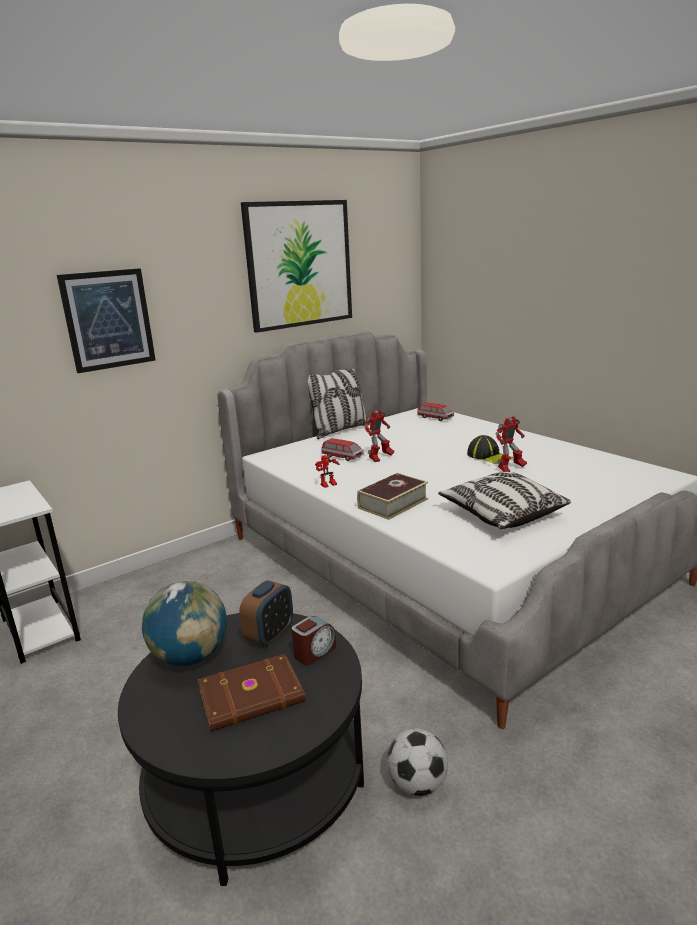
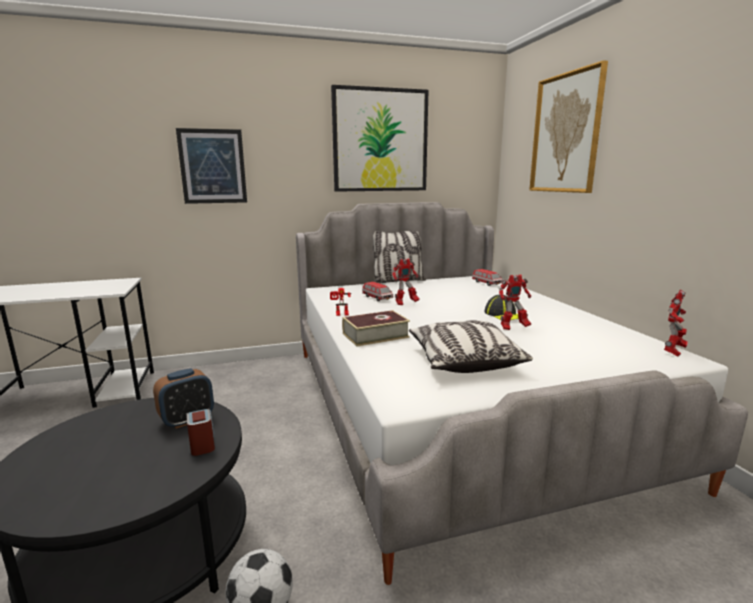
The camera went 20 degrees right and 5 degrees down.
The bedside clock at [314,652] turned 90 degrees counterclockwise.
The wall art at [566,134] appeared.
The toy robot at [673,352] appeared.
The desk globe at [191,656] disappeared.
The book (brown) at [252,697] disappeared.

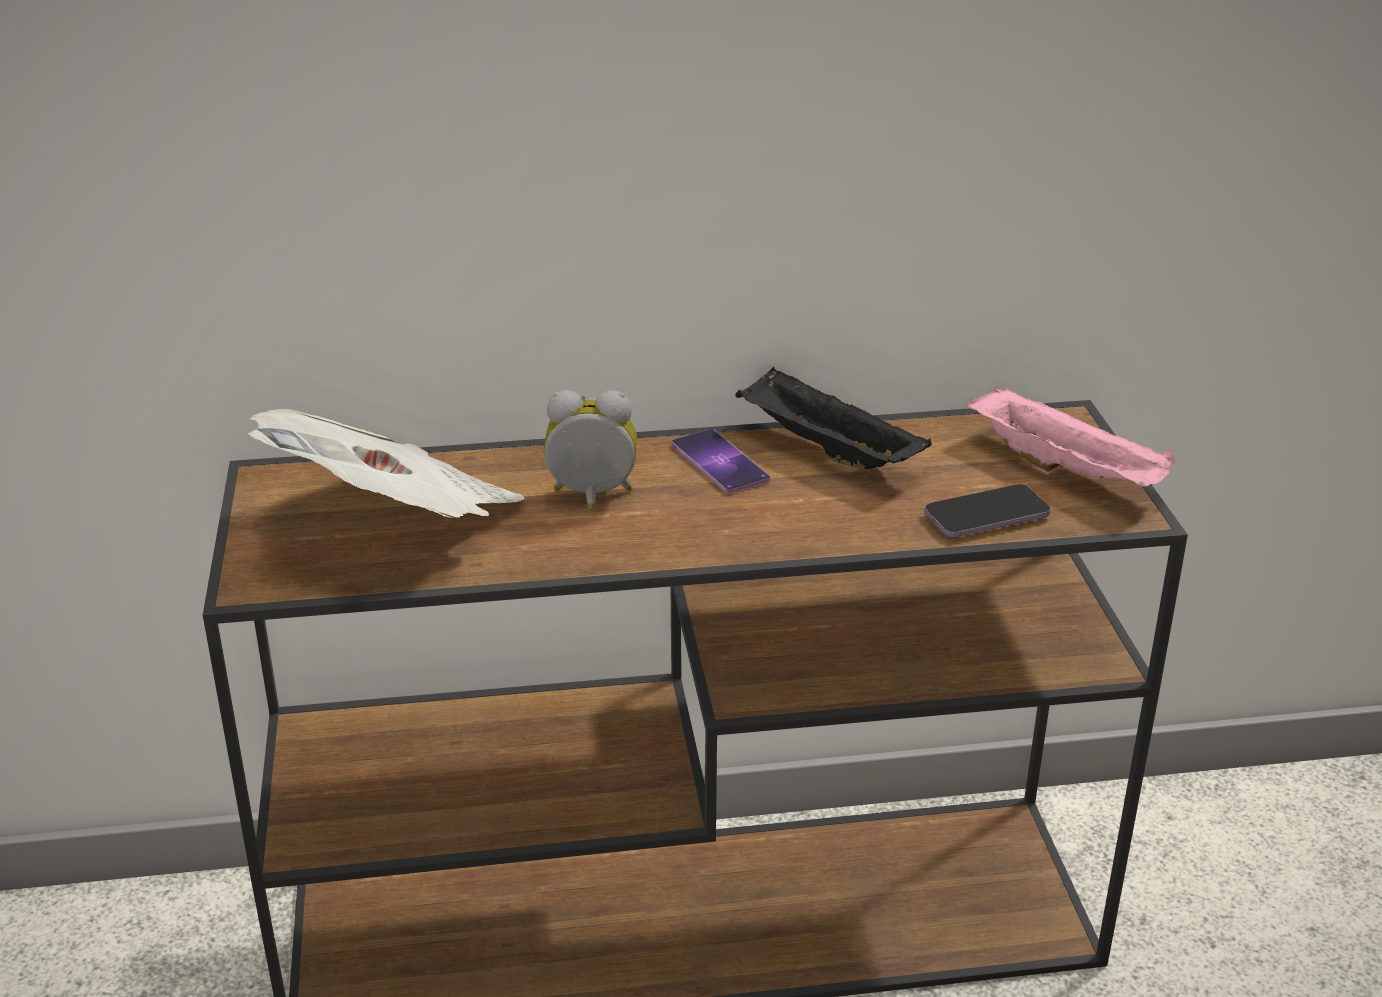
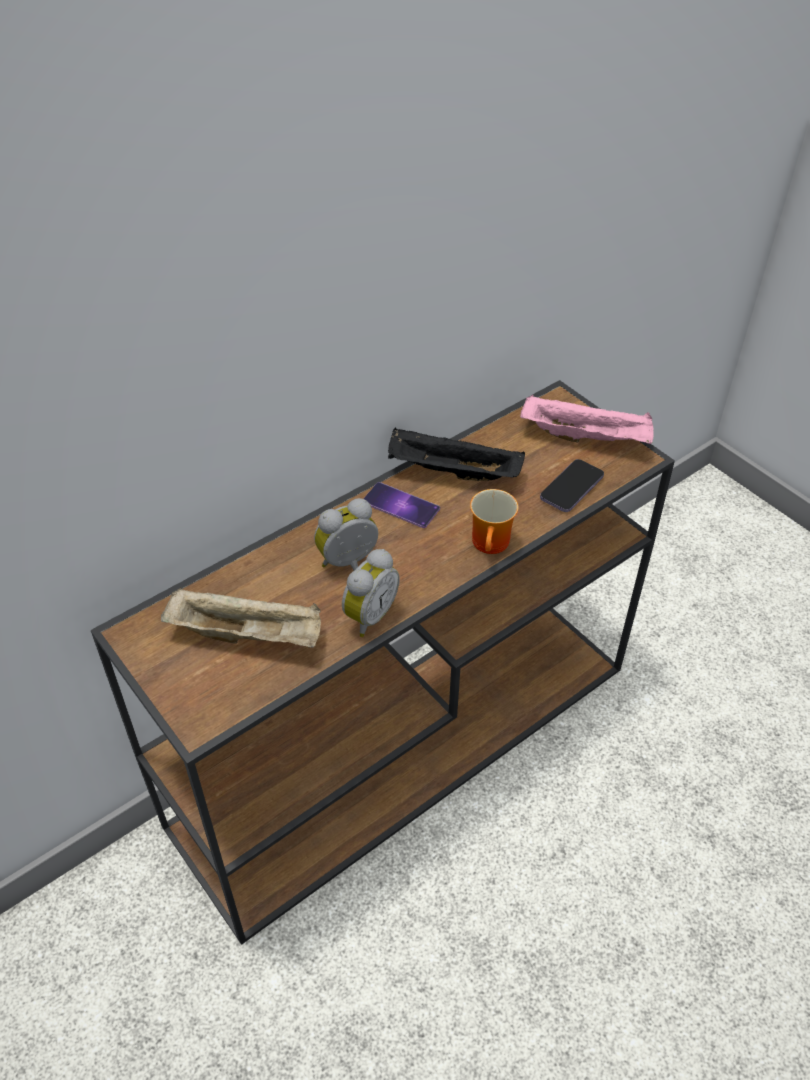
The camera went 30 degrees left and 15 degrees up.
The printed paper at [397,523] was replaced by the carrying tray (beige-coloured) at [248,635].
The bedside clock at [368,615] appeared.
The tea mug at [493,544] appeared.

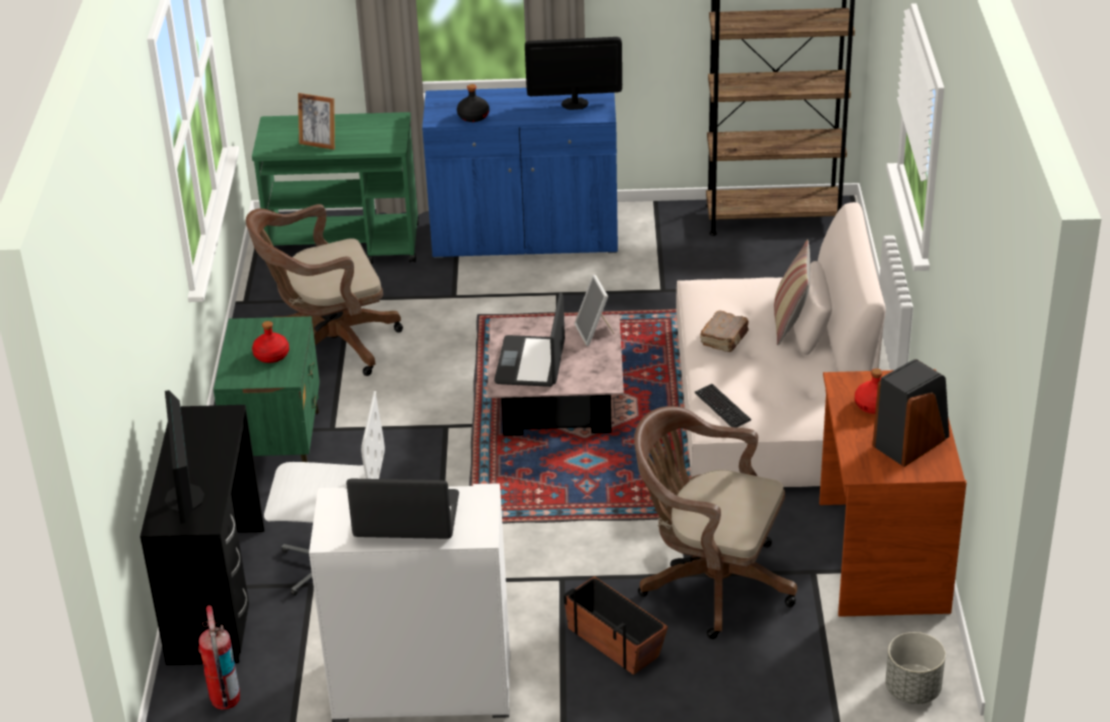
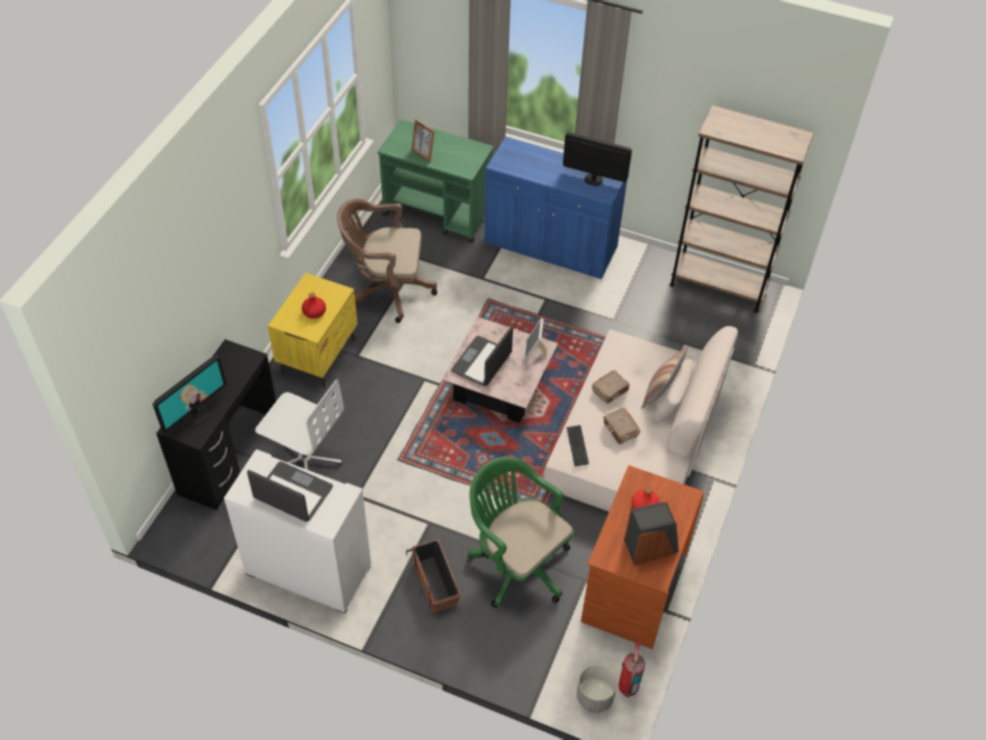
The camera went 20 degrees right and 15 degrees up.
The computer screen at [185,498] turned 150 degrees counterclockwise.
The bedside table (green) at [277,445] became the bedside table (yellowish) at [319,356].
The office chair (brown) at [709,582] became the office chair (green) at [516,562].
The book (brown) at [620,430] appeared.
The fire extinguisher moved from [224,699] to [627,687].
The drink bottle (blackish) at [473,116] disappeared.

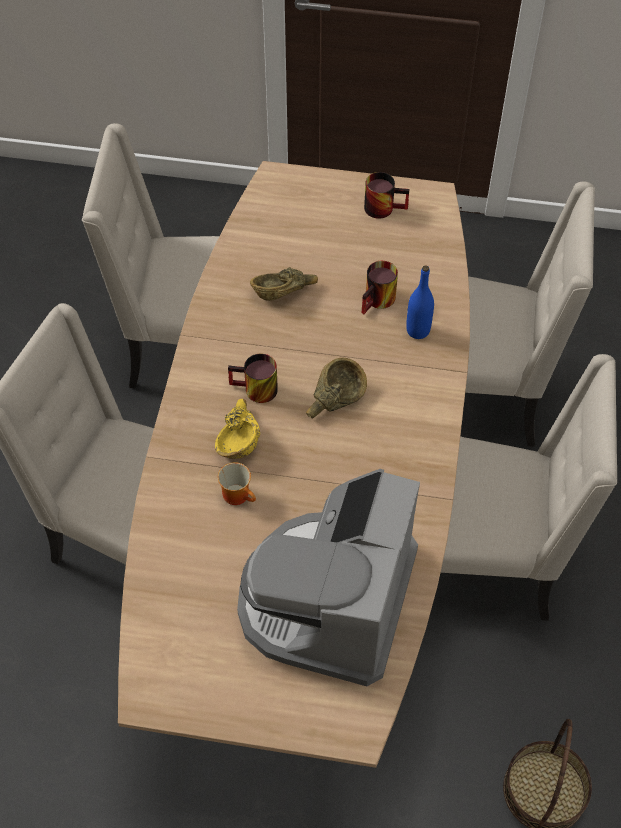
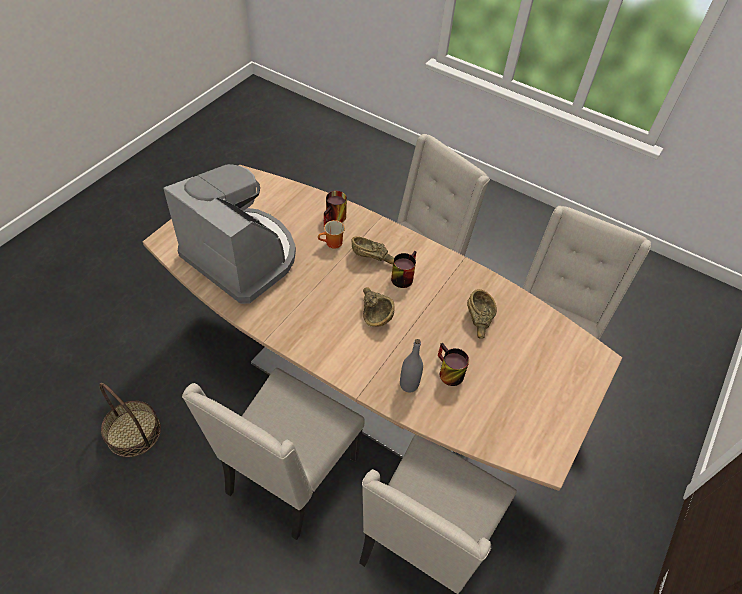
The camera went 110 degrees right and 5 degrees down.
The tea mug moved from [384,206] to [335,219].
The serving bowl (yellowish) at [237,436] became the serving bowl (brown) at [373,256].
The drink bottle (blue) at [418,330] became the drink bottle (grey) at [409,384].

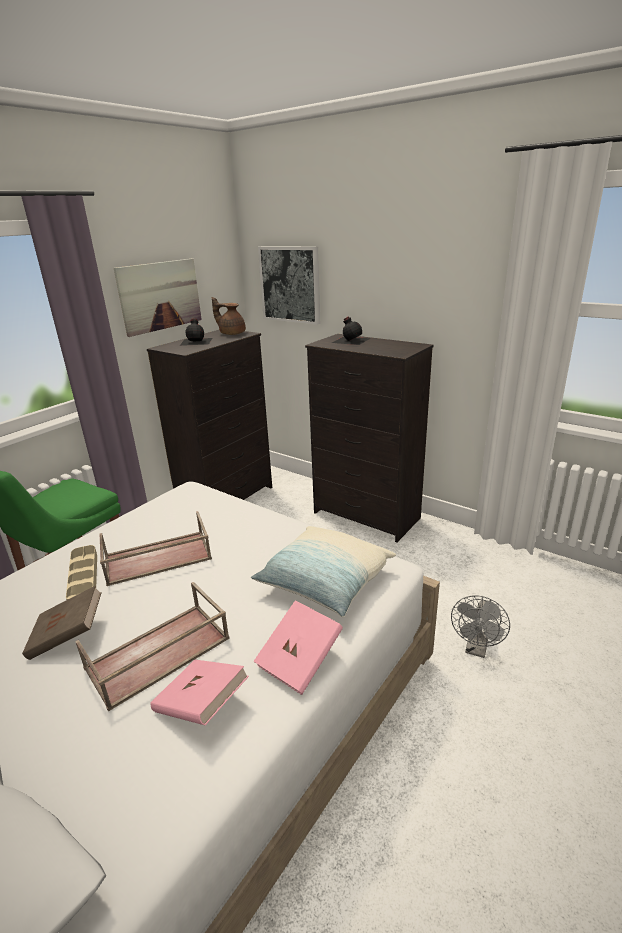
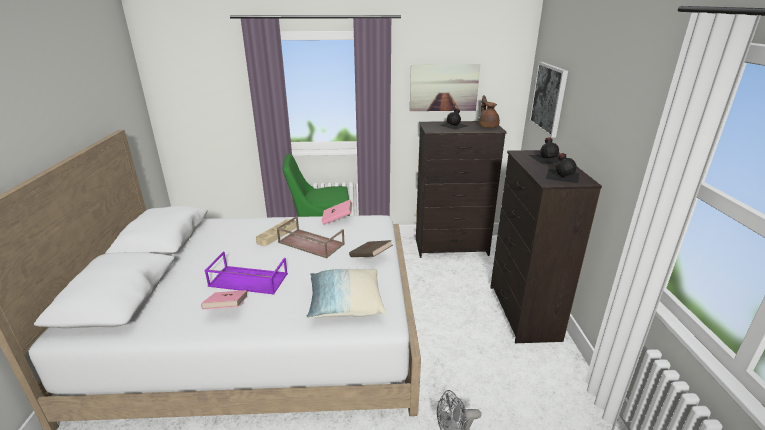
The camera went 50 degrees right and 0 degrees up.
The carrying tray (brown) at [157,654] became the carrying tray (purple) at [247,280].
The book (pink) moved from [300,660] to [337,219].
The book (brown) moved from [68,636] to [370,257].
The drink bottle (blackish) at [562,175] appeared.

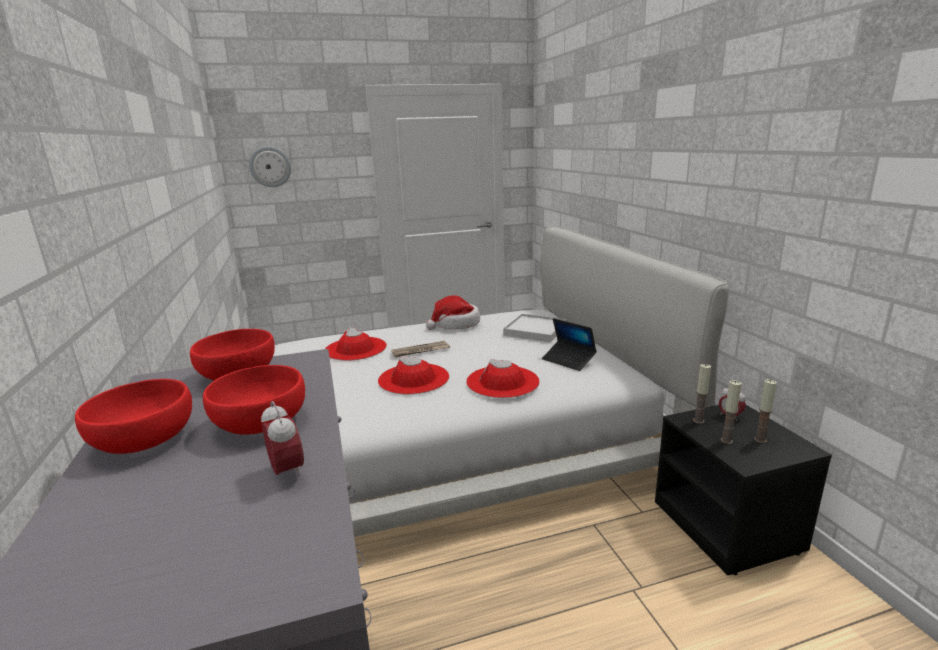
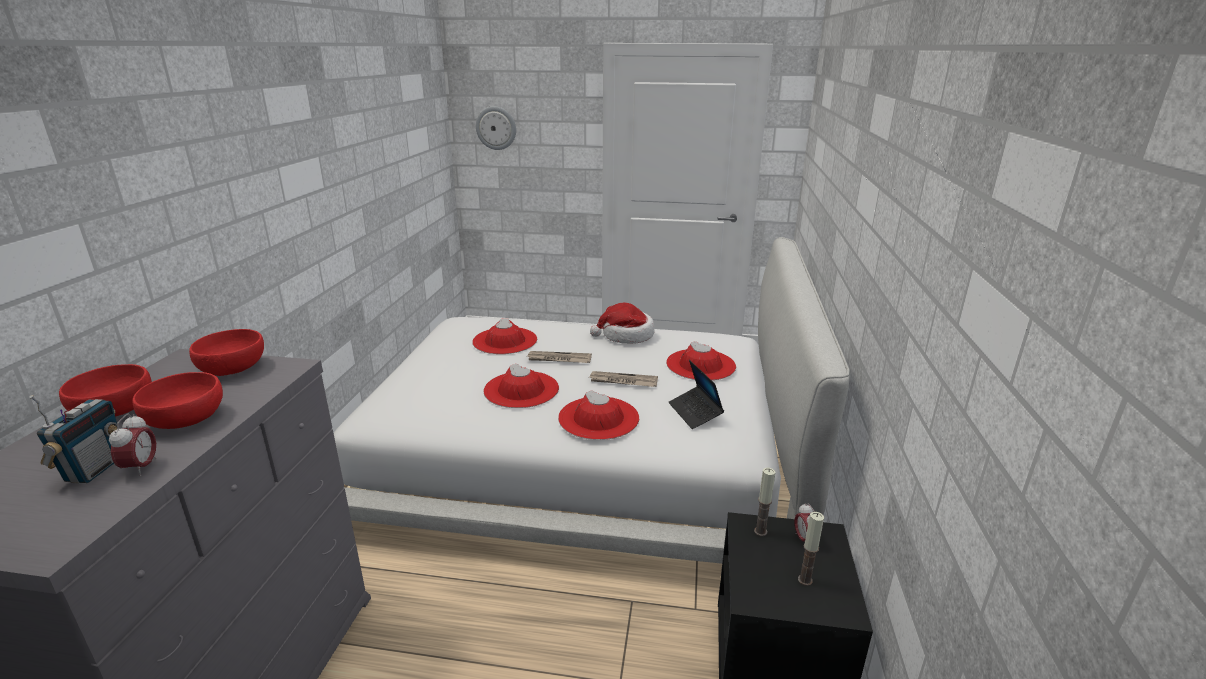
The camera went 25 degrees right and 5 degrees up.
The radio receiver at [95,469] appeared.
The printed paper at [623,381] appeared.
The carrying tray (white) at [535,330] was replaced by the wearable hat (red-coloured) at [700,365].
The wax light at [726,440] disappeared.

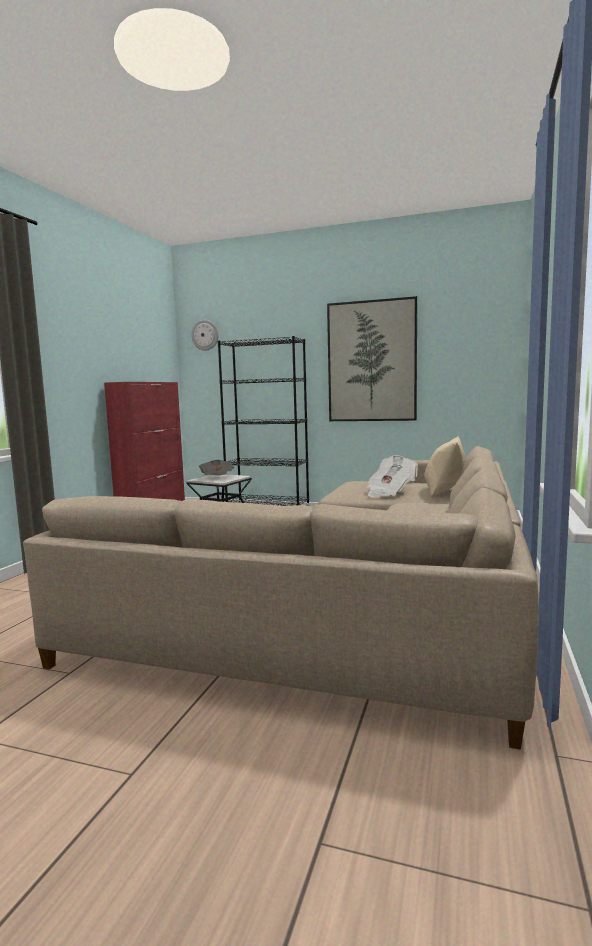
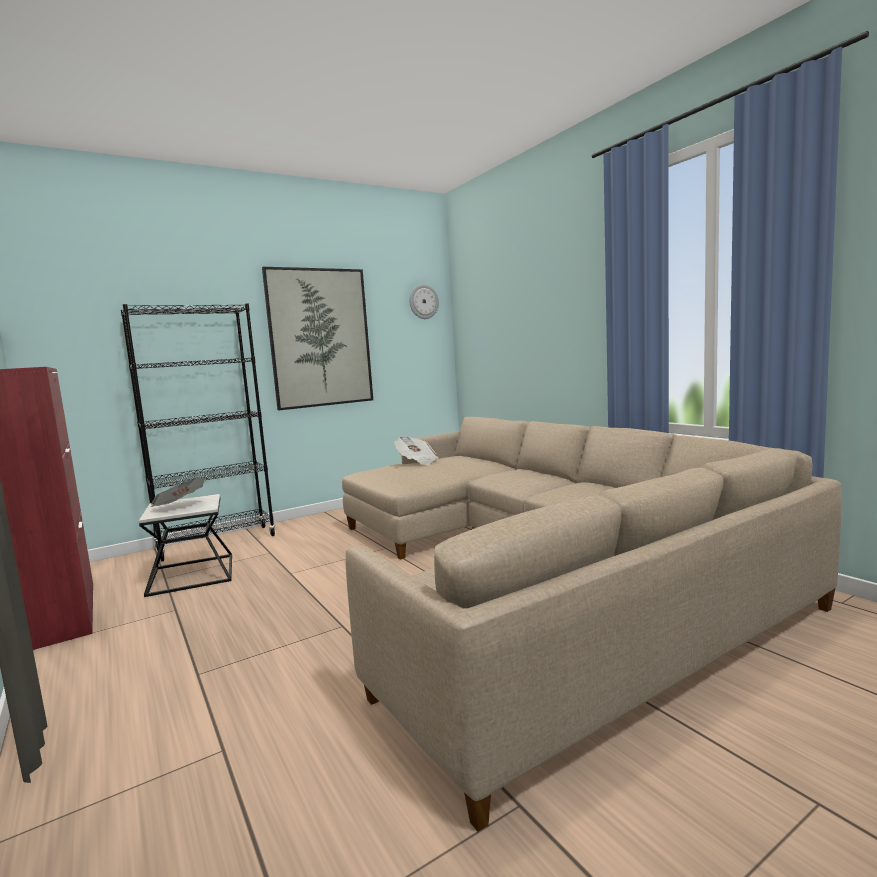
The camera went 50 degrees left and 0 degrees up.
The hanging clock moved from [205,335] to [423,301].
The printed paper at [386,493] disappeared.
The throw pillow (beige-coloured) at [444,491] disappeared.

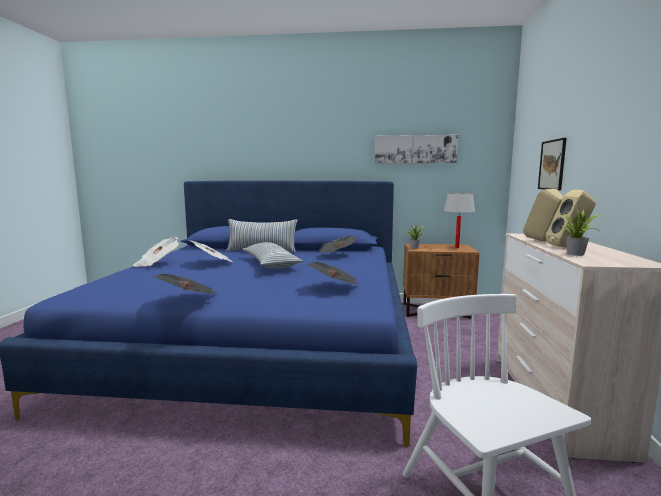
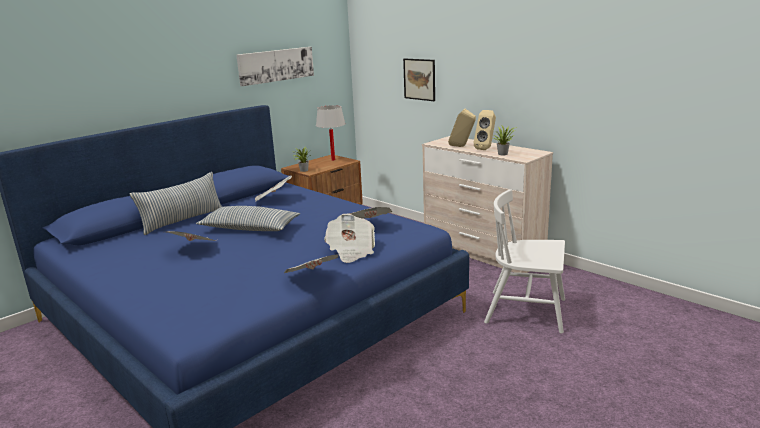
The camera went 50 degrees left and 10 degrees up.
The printed paper moved from [157,263] to [351,251].

